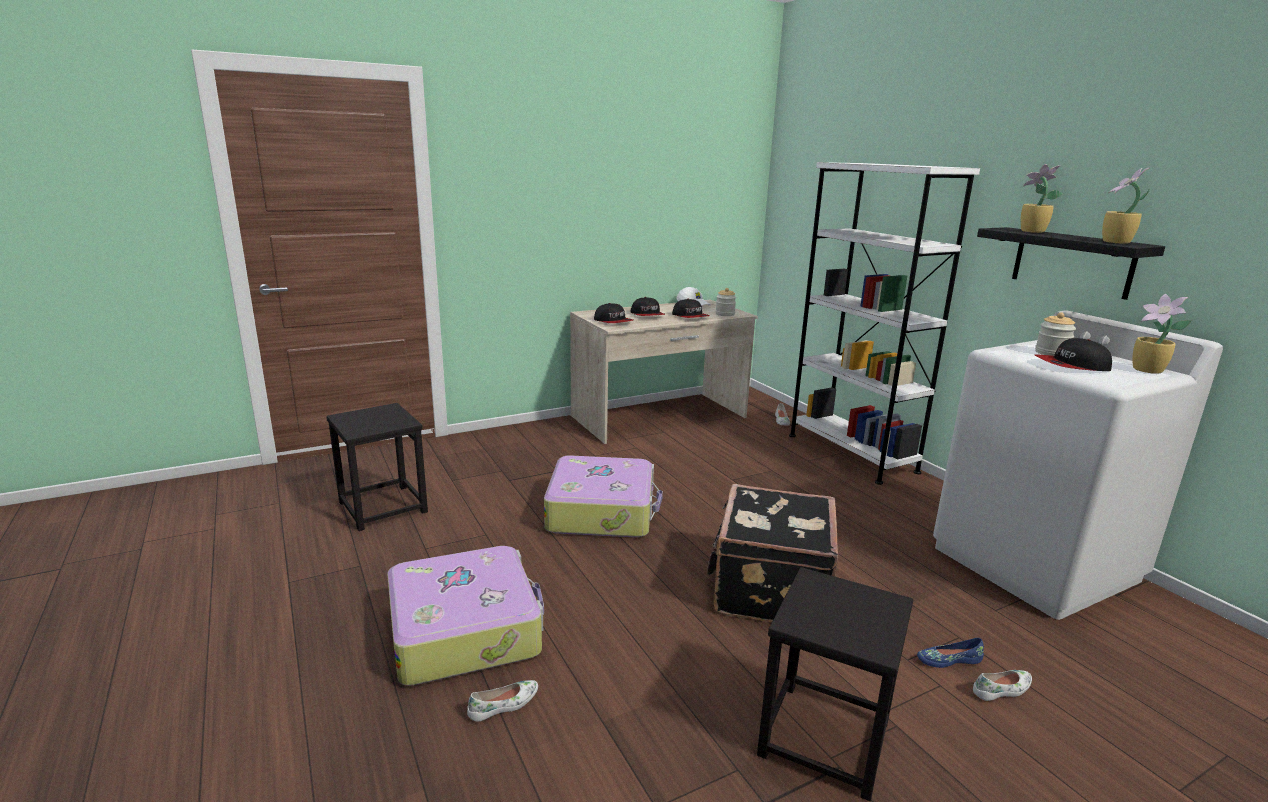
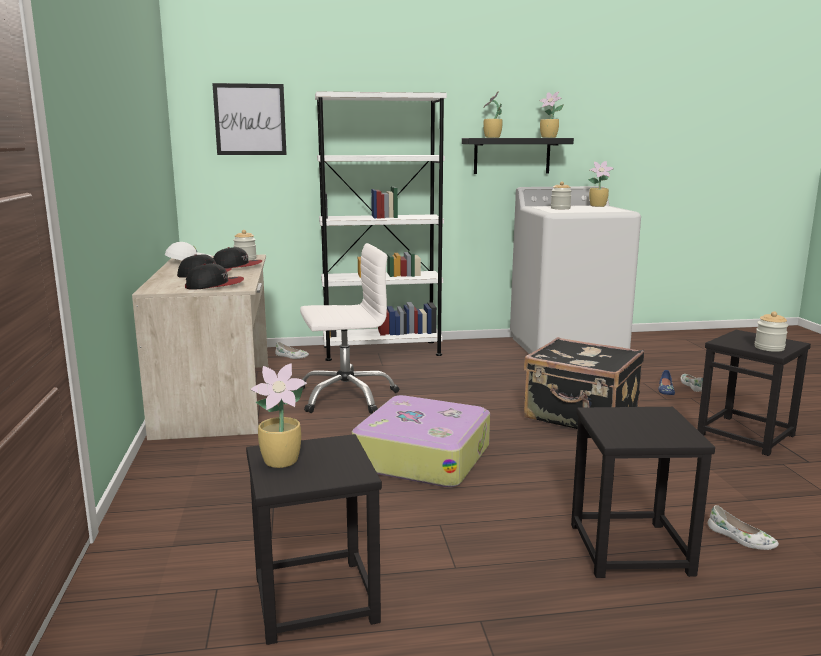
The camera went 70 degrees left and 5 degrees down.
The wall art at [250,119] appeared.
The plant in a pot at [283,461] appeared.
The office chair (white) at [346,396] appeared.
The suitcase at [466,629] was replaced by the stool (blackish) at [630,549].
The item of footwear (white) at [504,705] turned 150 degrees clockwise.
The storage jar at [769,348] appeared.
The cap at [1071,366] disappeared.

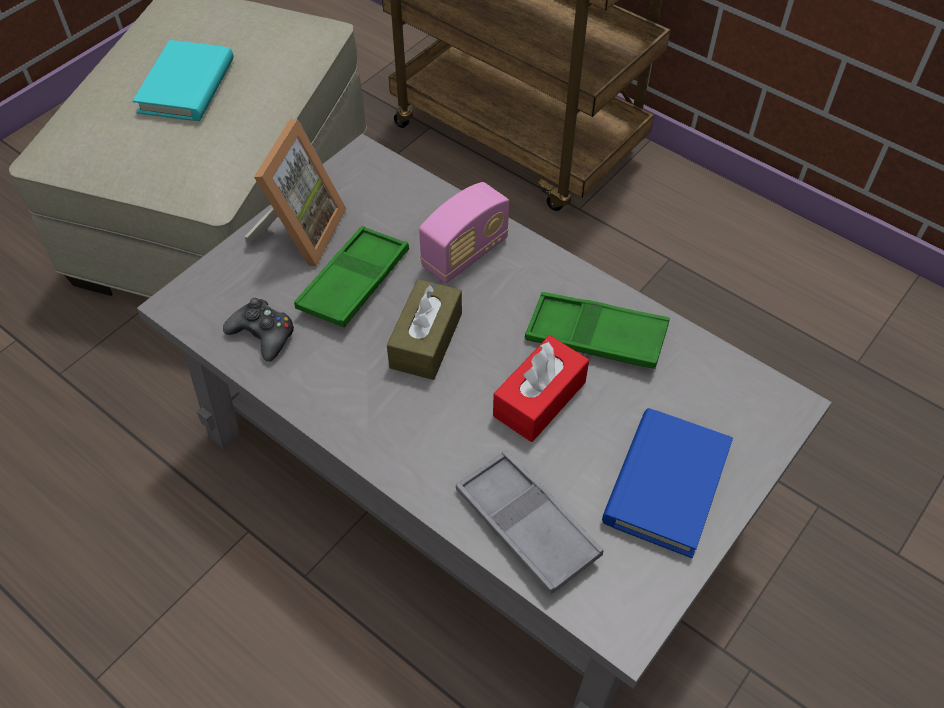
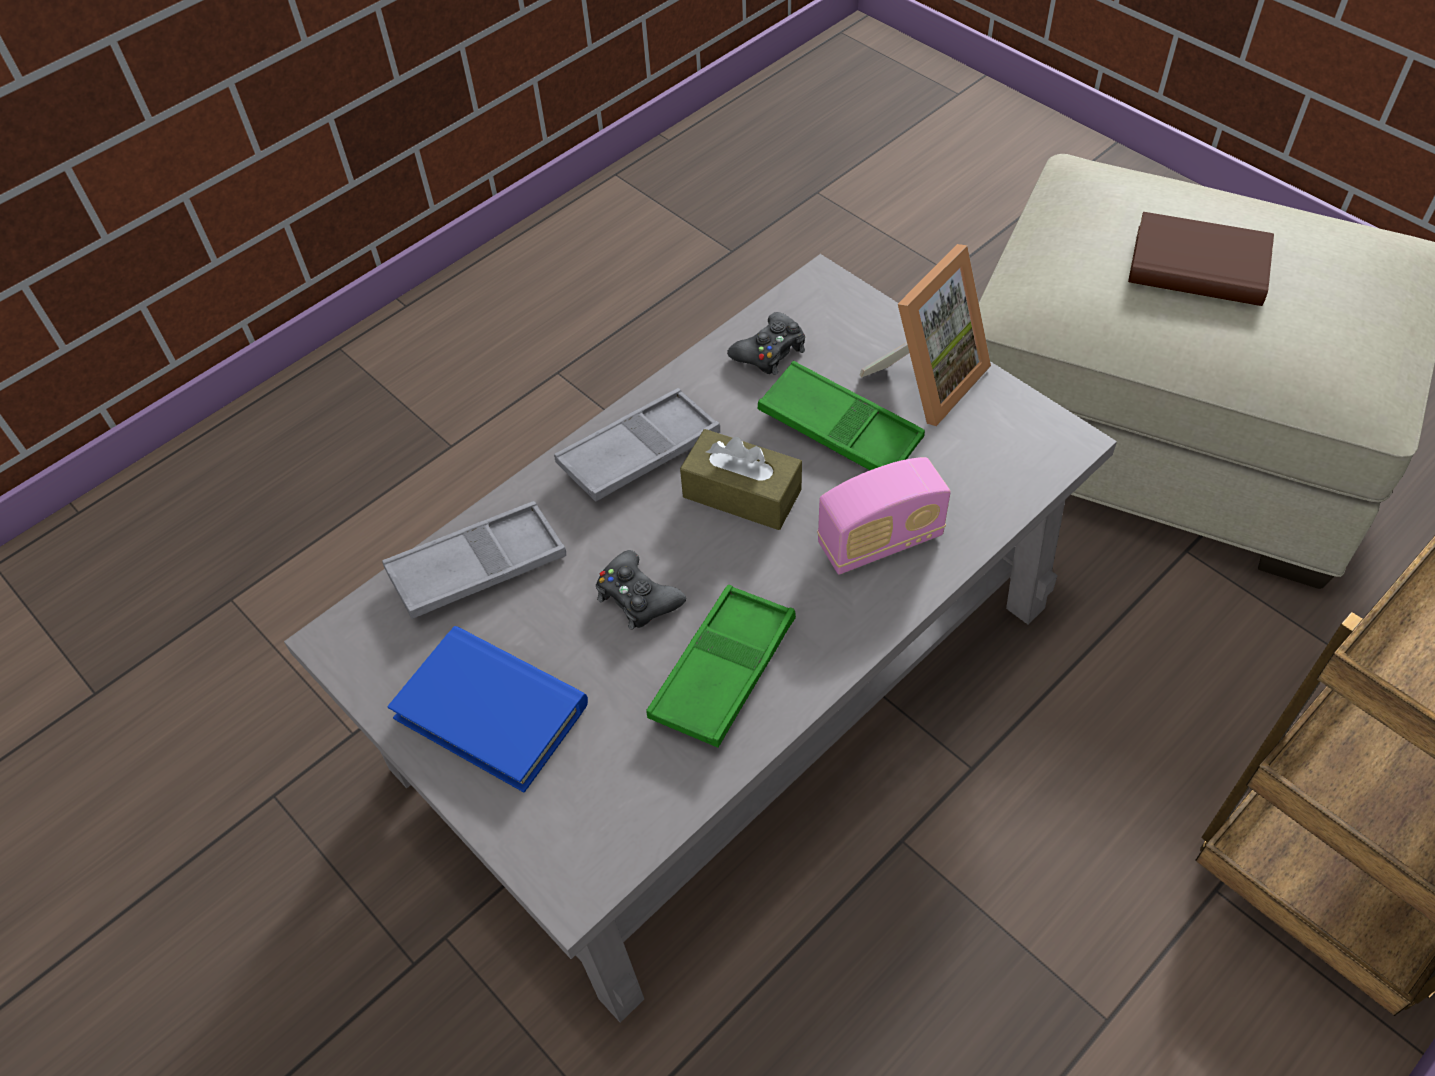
The camera went 100 degrees right and 0 degrees up.
The carrying tray (grey) at [639,452] appeared.
The box of tissues (red-coloured) at [539,399] was replaced by the joypad (blackish) at [637,597].
The radio receiver at [465,254] turned 75 degrees counterclockwise.
The standing frame at [300,231] turned 75 degrees counterclockwise.
The book (blue-green) at [187,86] became the book (brown) at [1198,267].

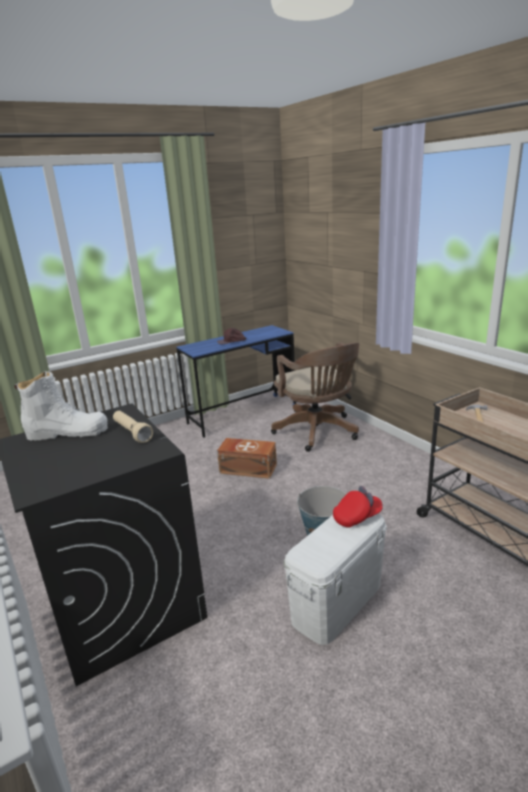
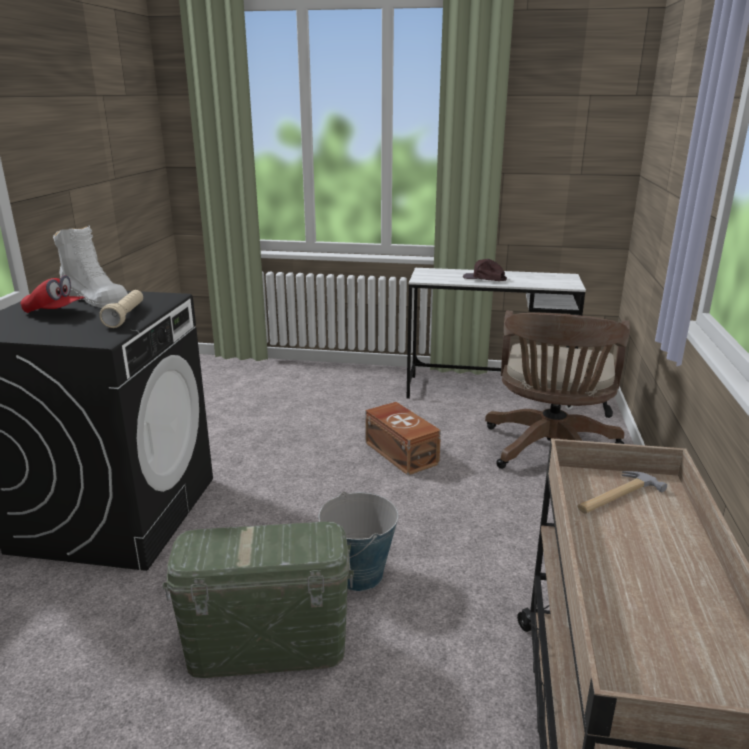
The camera went 40 degrees right and 0 degrees up.
The cap (red-coloured) moved from [357,517] to [55,312].
The storage bin (white) at [337,602] became the storage bin (green) at [267,646].
The desk table (blue) at [242,415] became the desk table (white) at [487,392].

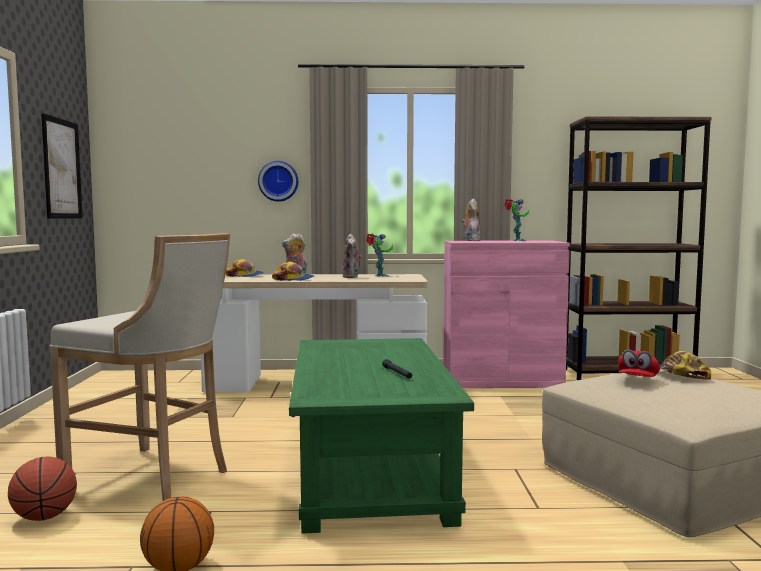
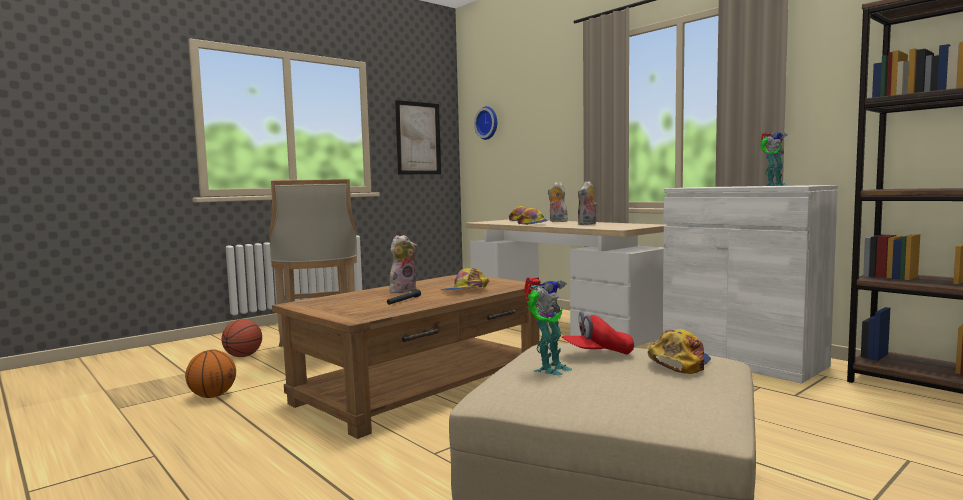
The camera went 50 degrees right and 0 degrees up.
The coffee table (green) at [370,468] became the coffee table (brown) at [421,386].
The plush toy moved from [471,241] to [403,290].
The cap at [465,290] appeared.
The hanging clock moved from [278,181] to [488,123].
The toy robot moved from [379,276] to [548,369].
The storage cabinet (pink) at [501,380] became the storage cabinet (white) at [742,359].

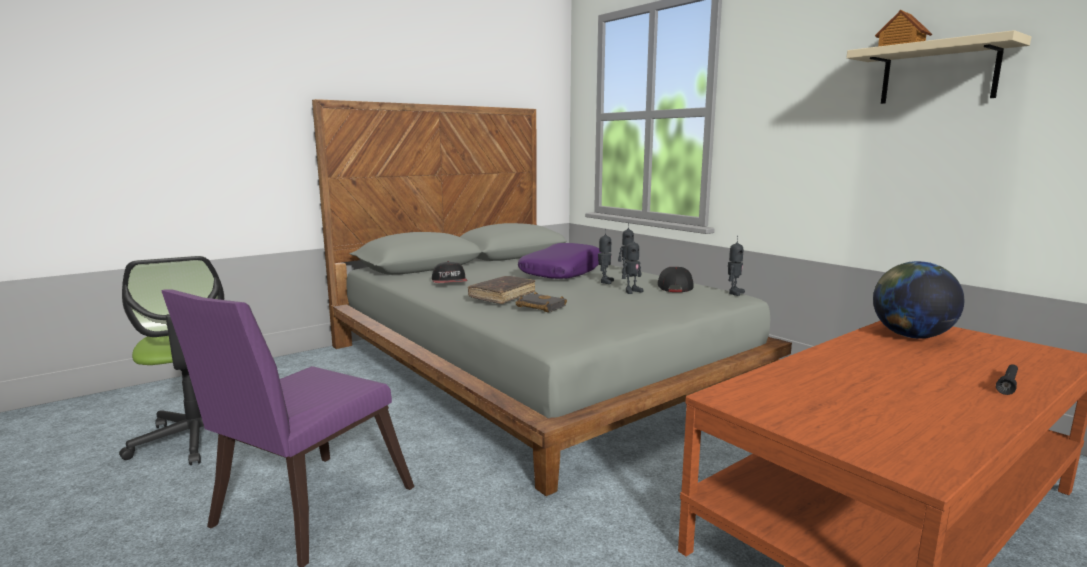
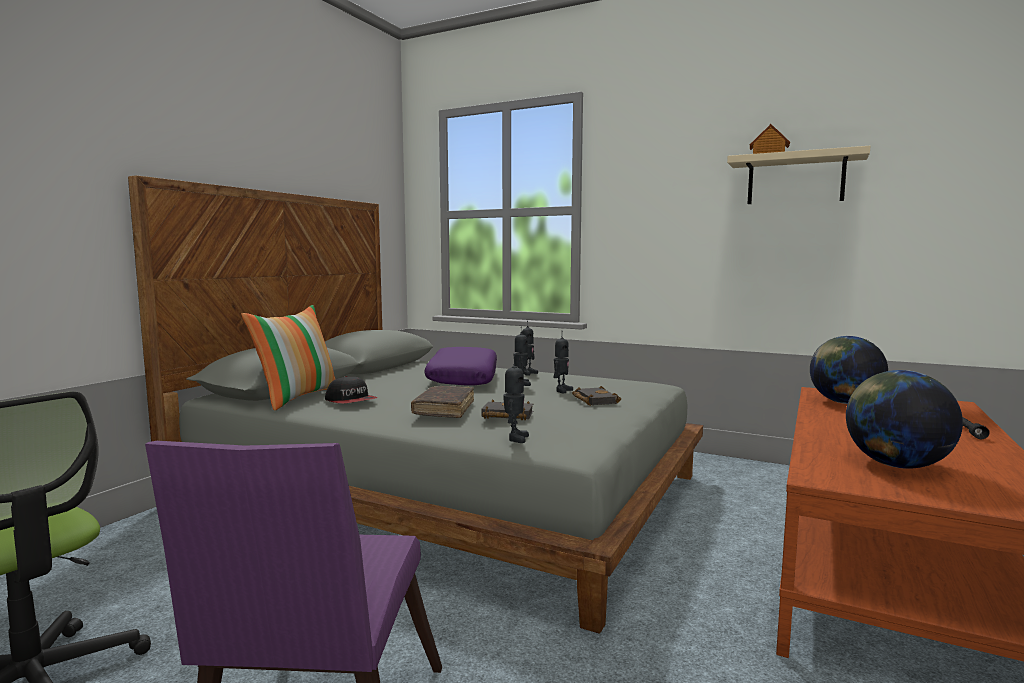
The camera went 25 degrees left and 5 degrees down.
The throw pillow at [297,398] appeared.
The toy robot moved from [734,293] to [515,438].
The book (blackish) at [593,400] appeared.
The desk globe at [896,465] appeared.
The cap at [674,286] disappeared.

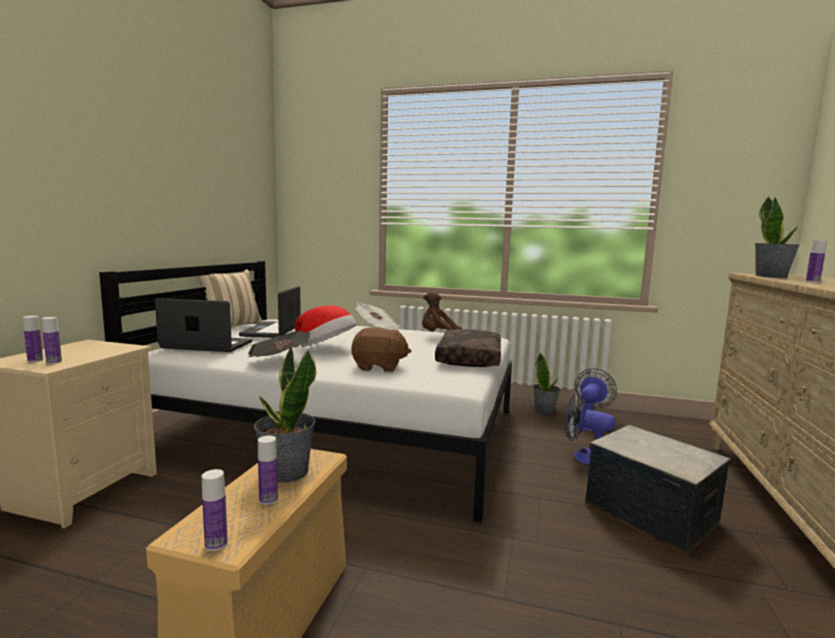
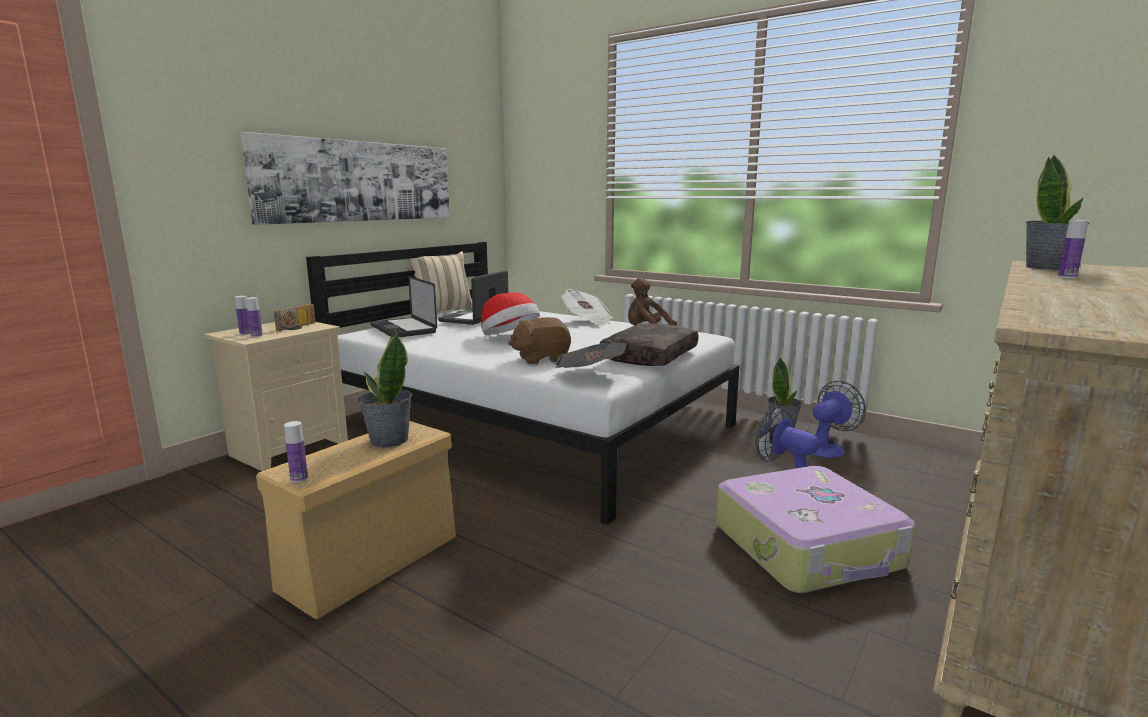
The camera went 20 degrees right and 5 degrees up.
The wall art at [359,181] appeared.
The radio receiver at [298,327] appeared.
The laptop at [207,345] turned 150 degrees counterclockwise.
The plush toy (brown) at [379,367] turned 135 degrees clockwise.
The printed paper moved from [279,361] to [589,375].
The storage bin at [650,513] was replaced by the suitcase at [808,547].
The drink bottle at [268,499] disappeared.

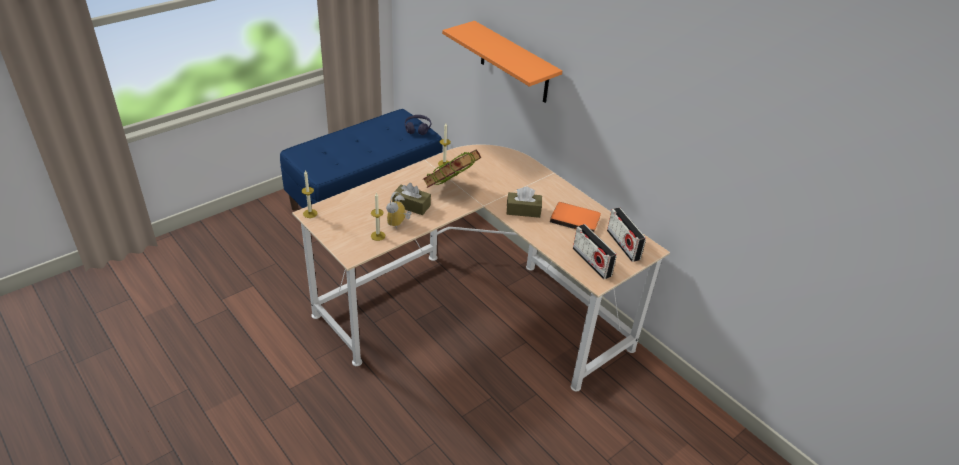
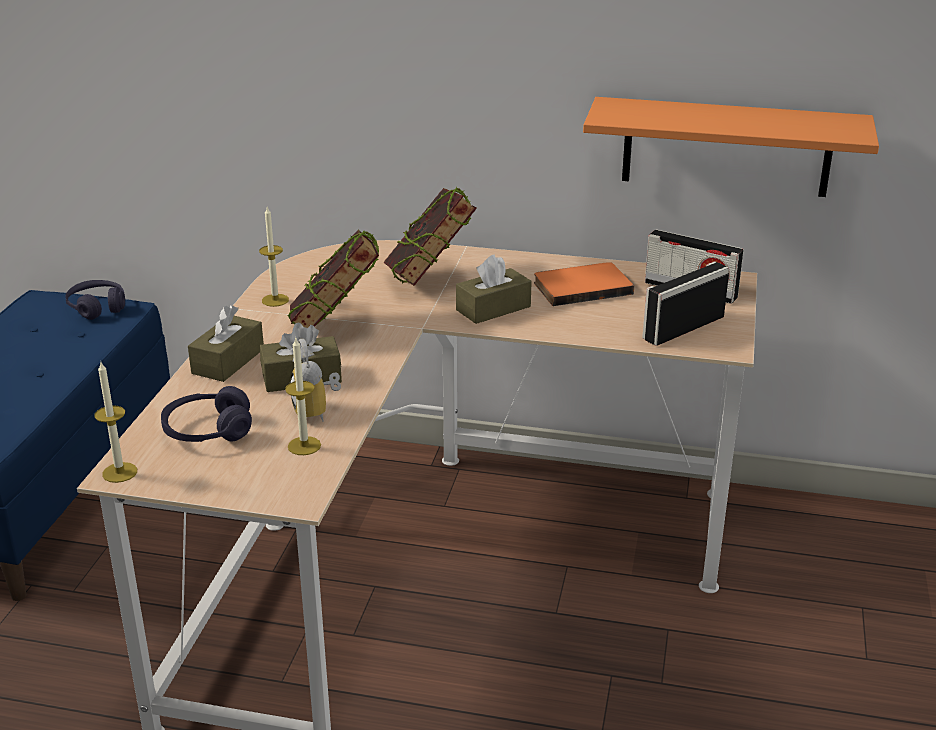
The camera went 35 degrees left and 10 degrees down.
The headphones (purple) at [208,431] appeared.
The box of tissues (brown) at [228,361] appeared.
The book at [430,280] appeared.
The shelf (orange-coloured) moved from [514,63] to [726,147].
The radio receiver at [591,262] turned 120 degrees clockwise.

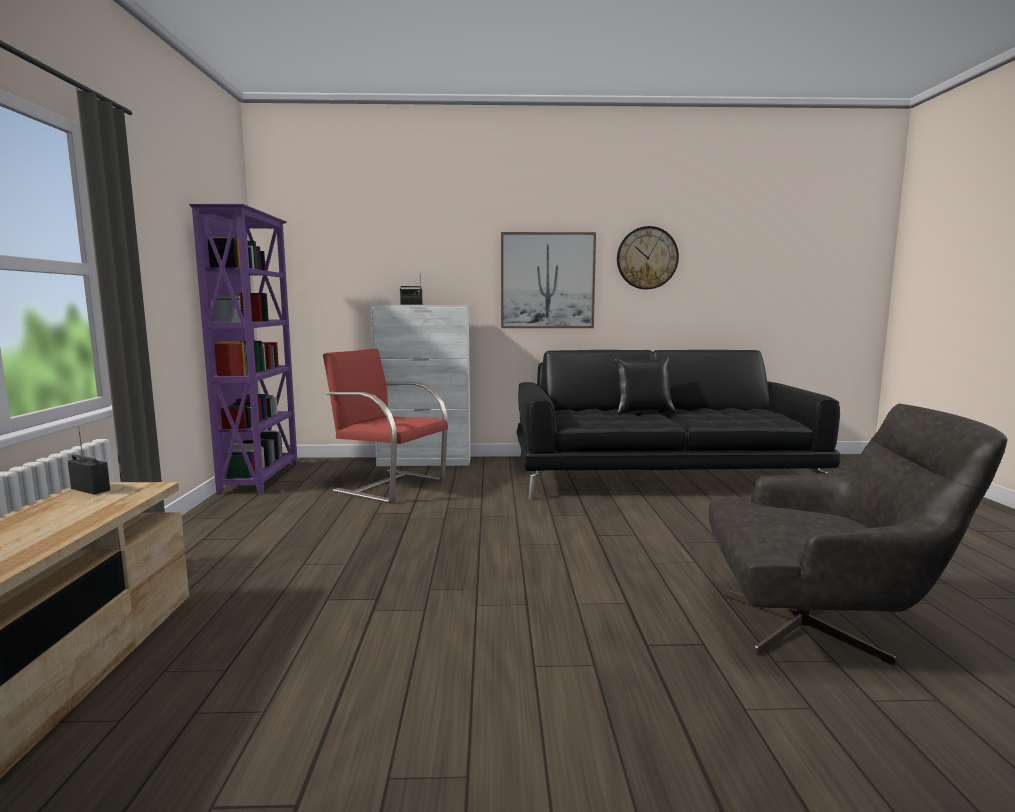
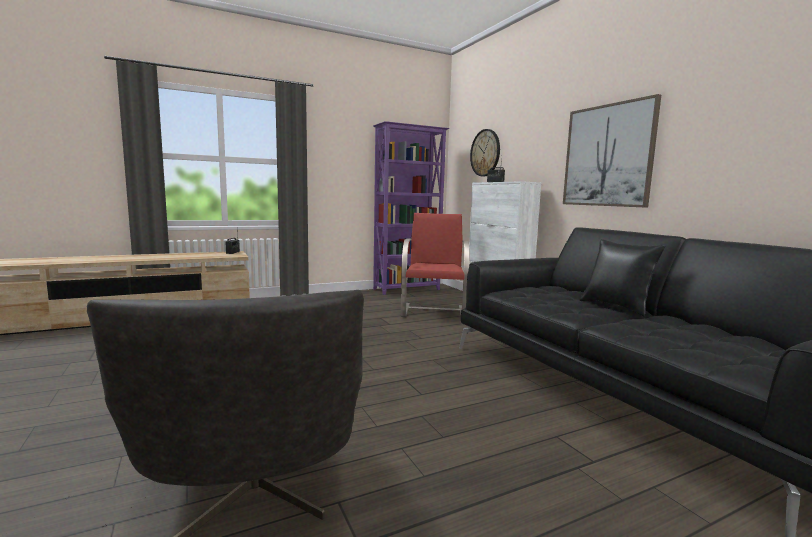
The camera went 65 degrees right and 0 degrees up.
The hanging clock moved from [647,258] to [485,153].

